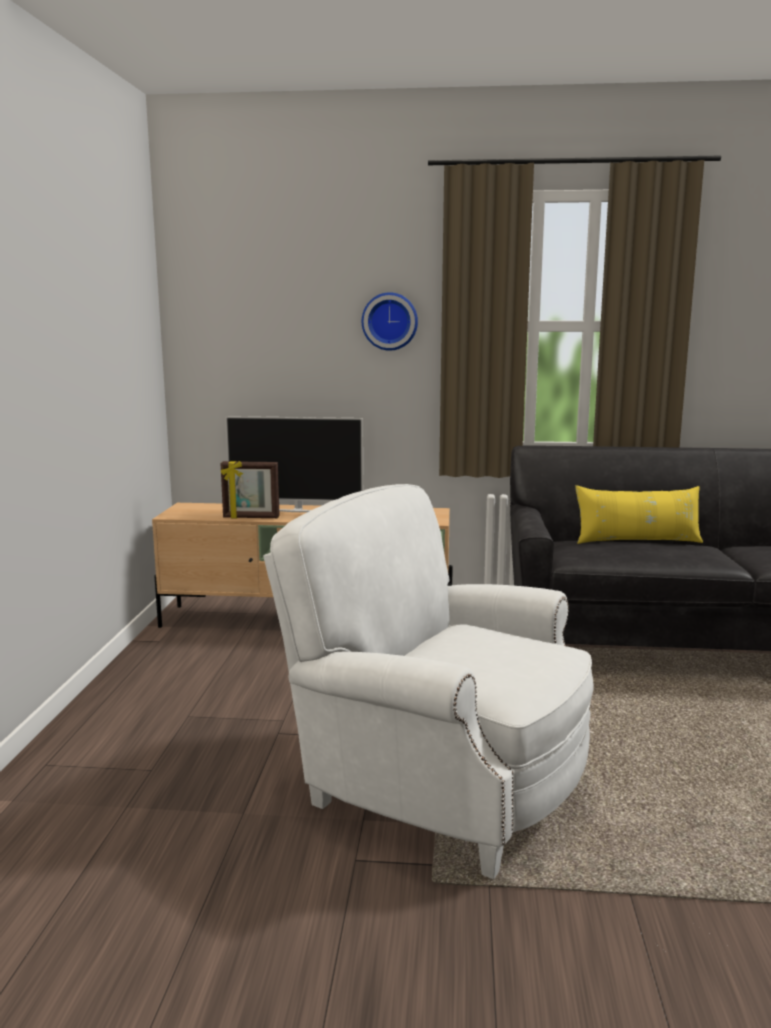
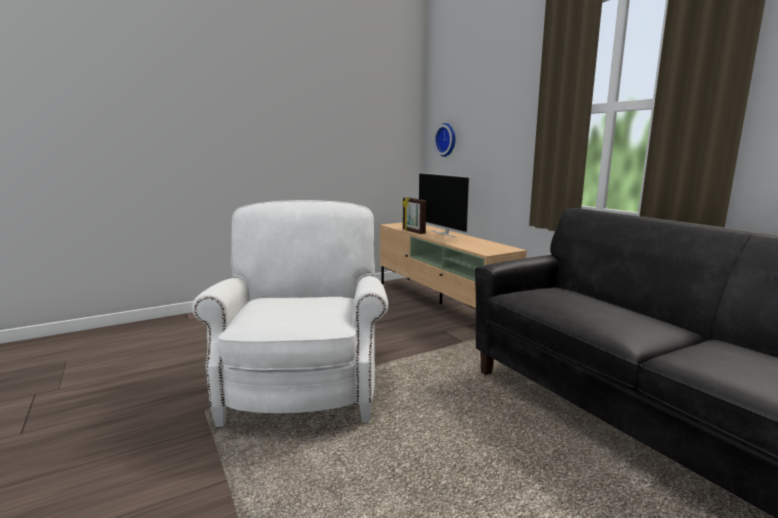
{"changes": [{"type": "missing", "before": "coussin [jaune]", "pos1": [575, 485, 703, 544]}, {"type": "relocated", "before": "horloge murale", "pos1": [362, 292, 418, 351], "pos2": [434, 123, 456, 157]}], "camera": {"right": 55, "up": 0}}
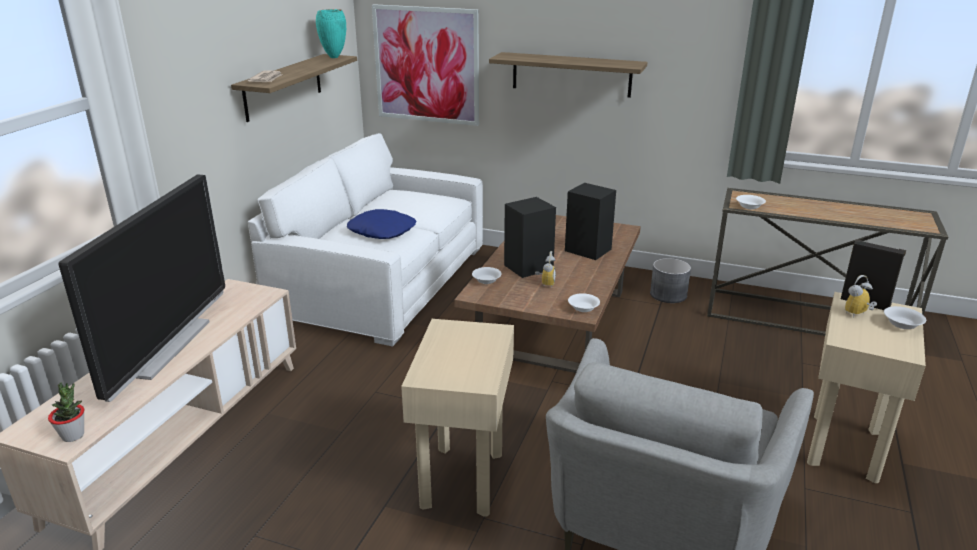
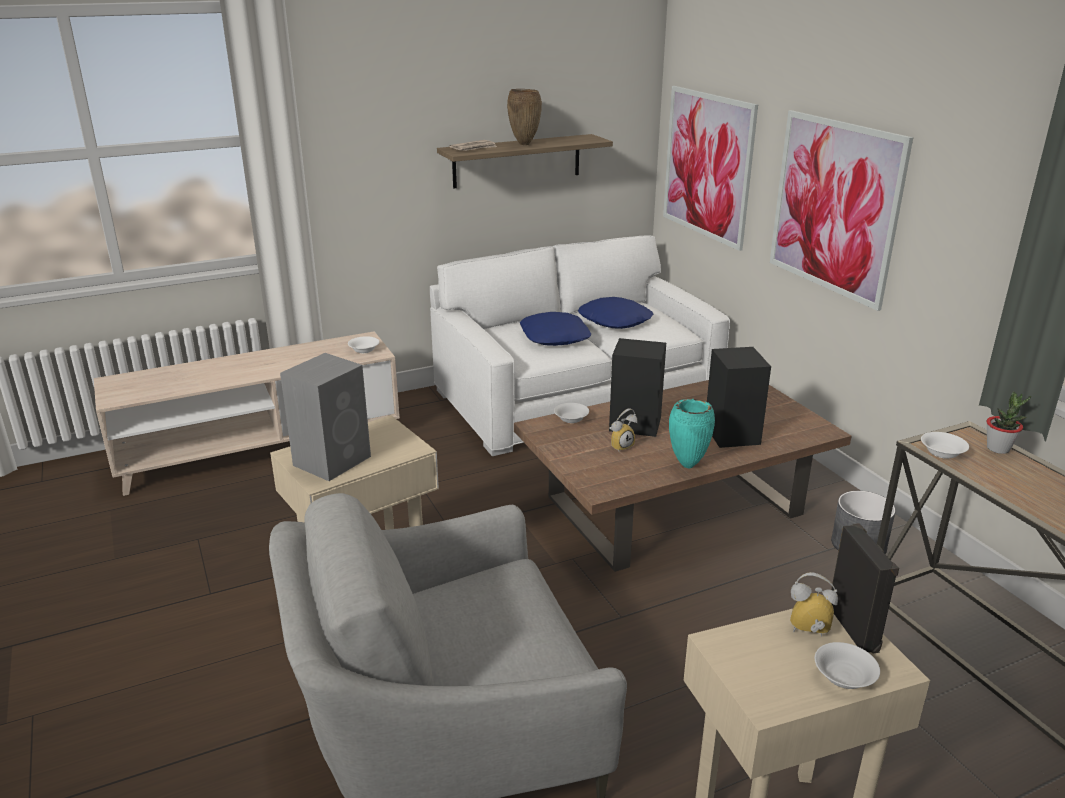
{"changes": [{"type": "missing", "before": "téléviseur", "pos1": [59, 175, 225, 402]}, {"type": "appeared", "after": "enceinte [gris]", "pos2": [280, 353, 371, 481]}, {"type": "appeared", "after": "vase [marron]", "pos2": [507, 89, 542, 145]}, {"type": "appeared", "after": "coussin [bleu]", "pos2": [578, 297, 653, 329]}, {"type": "relocated", "before": "plante en pot", "pos1": [48, 382, 84, 442], "pos2": [986, 391, 1031, 454]}, {"type": "relocated", "before": "vase [turquoise]", "pos1": [316, 9, 346, 58], "pos2": [669, 399, 715, 468]}, {"type": "relocated", "before": "bol [blanc]", "pos1": [568, 293, 600, 312], "pos2": [348, 336, 379, 353]}, {"type": "exchanged", "before": "étagère", "after": "tableau", "pos1": [489, 52, 647, 98], "pos2": [770, 110, 913, 311]}], "camera": {"right": 45, "up": 0}}
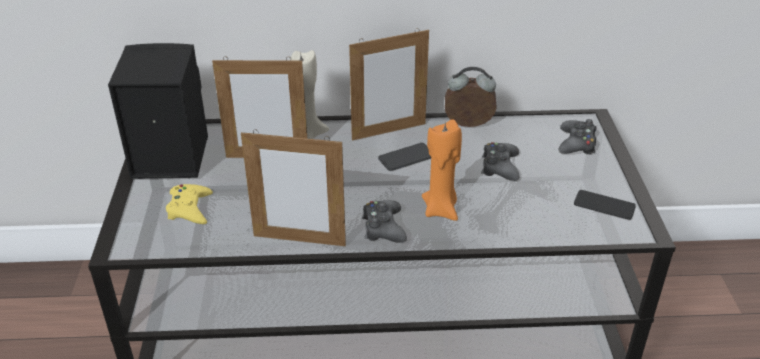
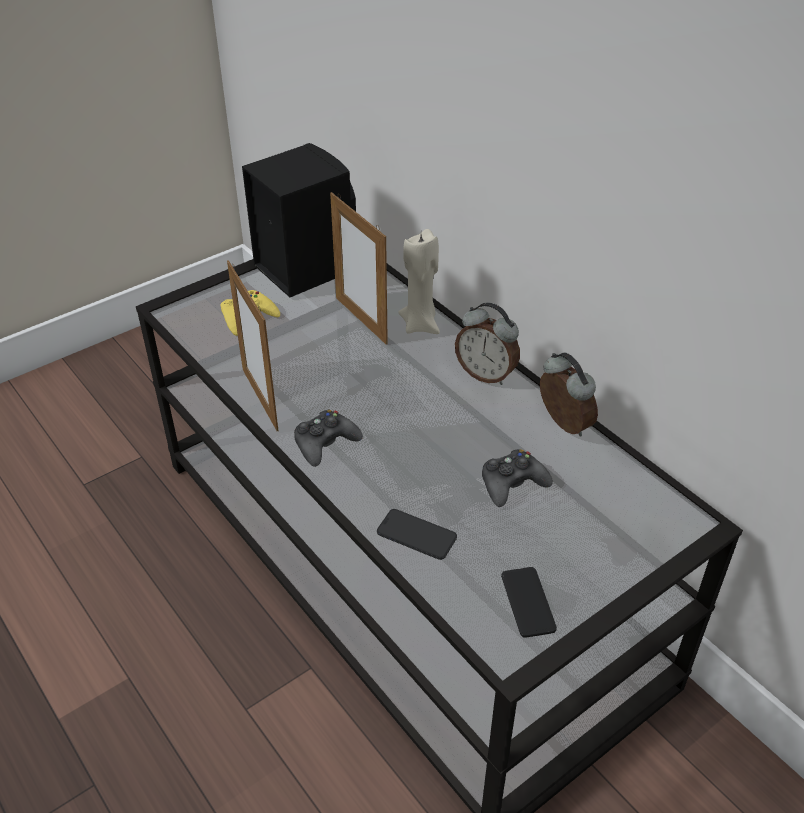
{"changes": [{"type": "missing", "before": "bougie [orange]", "pos1": [422, 119, 462, 221]}, {"type": "missing", "before": "manette [noir]", "pos1": [559, 119, 596, 154]}, {"type": "relocated", "before": "téléphone", "pos1": [378, 143, 431, 171], "pos2": [377, 509, 457, 560]}, {"type": "exchanged", "before": "cadre photo", "after": "réveil", "pos1": [349, 28, 429, 140], "pos2": [455, 302, 520, 385]}], "camera": {"right": 55, "up": 5}}
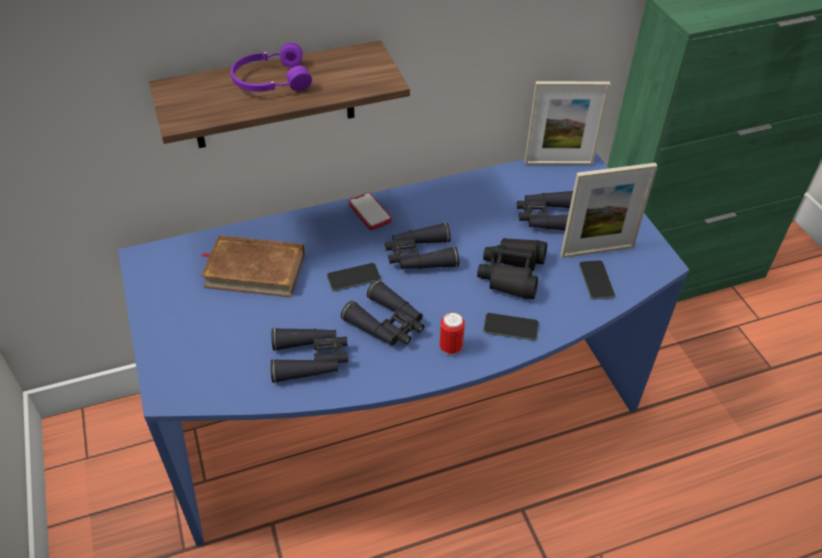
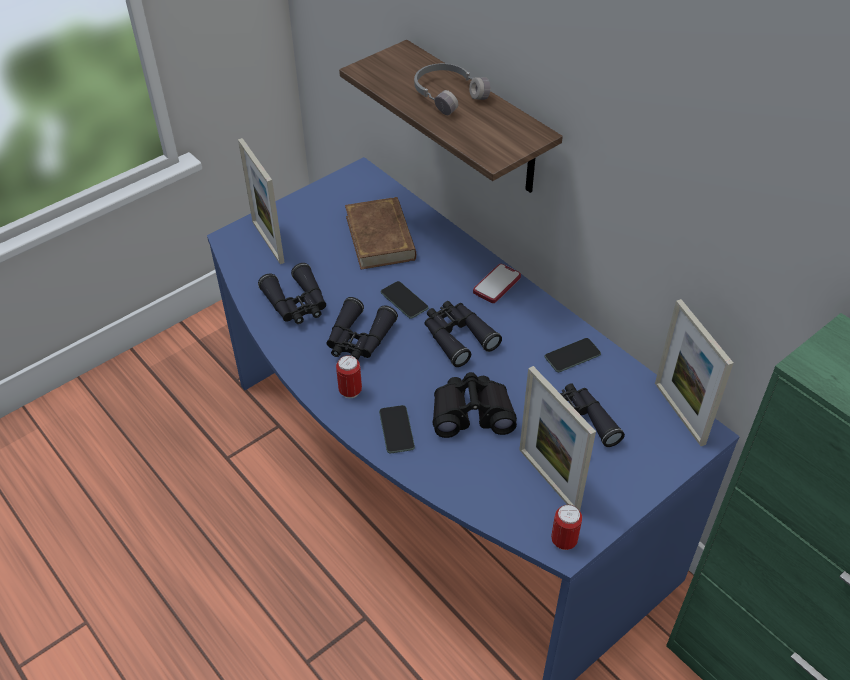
{"changes": [{"type": "appeared", "after": "cadre photo", "pos2": [238, 138, 285, 264]}, {"type": "appeared", "after": "boîte métallique", "pos2": [551, 504, 582, 550]}, {"type": "relocated", "before": "téléphone", "pos1": [579, 260, 615, 300], "pos2": [545, 338, 601, 372]}, {"type": "colour", "before": "casque audio [violet]", "after": "casque audio [gris]", "pos1": [231, 42, 312, 92], "pos2": [414, 63, 490, 115]}], "camera": {"right": 70, "up": 0}}
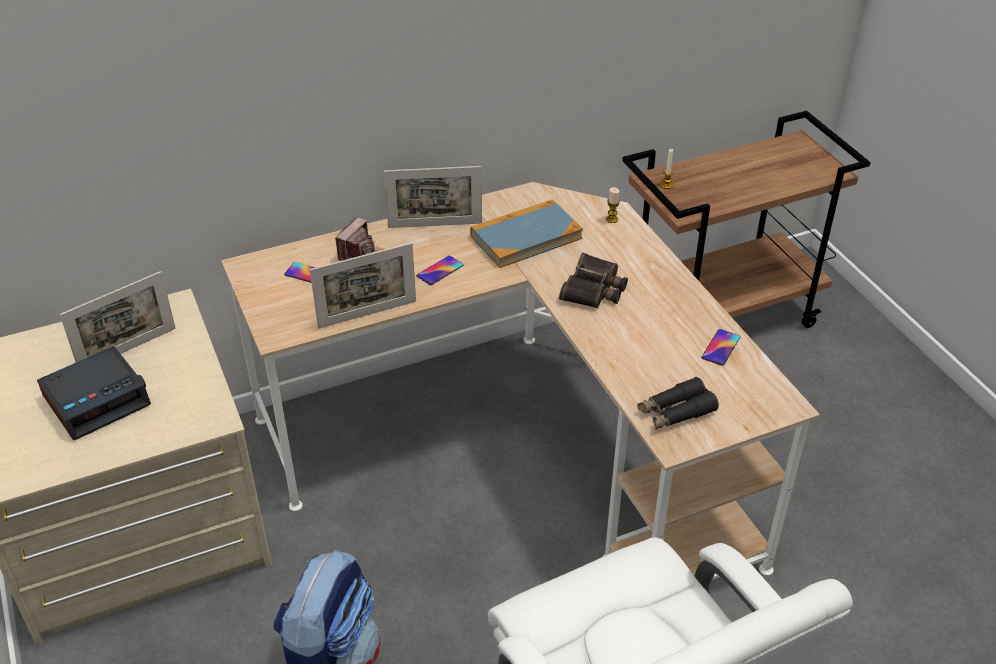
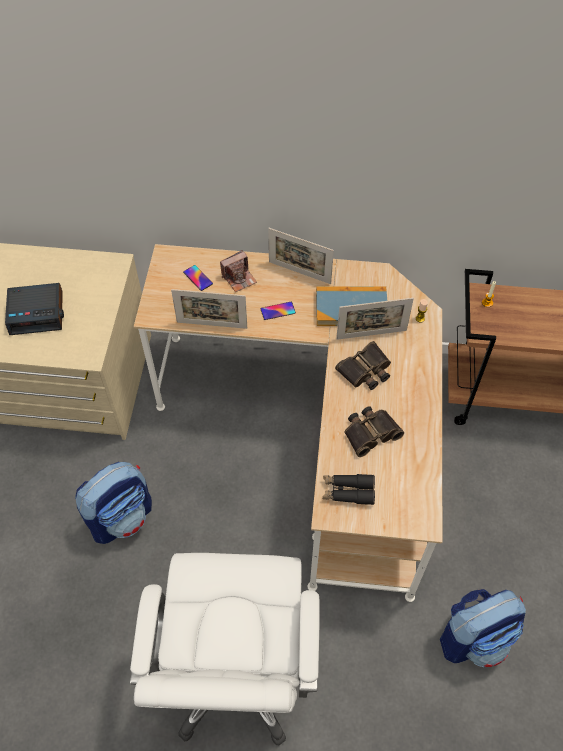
{"changes": [{"type": "missing", "before": "téléphone", "pos1": [701, 329, 740, 366]}, {"type": "appeared", "after": "jumelles", "pos2": [344, 406, 404, 457]}, {"type": "appeared", "after": "sac à dos", "pos2": [440, 589, 526, 667]}, {"type": "relocated", "before": "cadre photo", "pos1": [60, 271, 176, 362], "pos2": [336, 298, 414, 340]}], "camera": {"right": 30, "up": 15}}
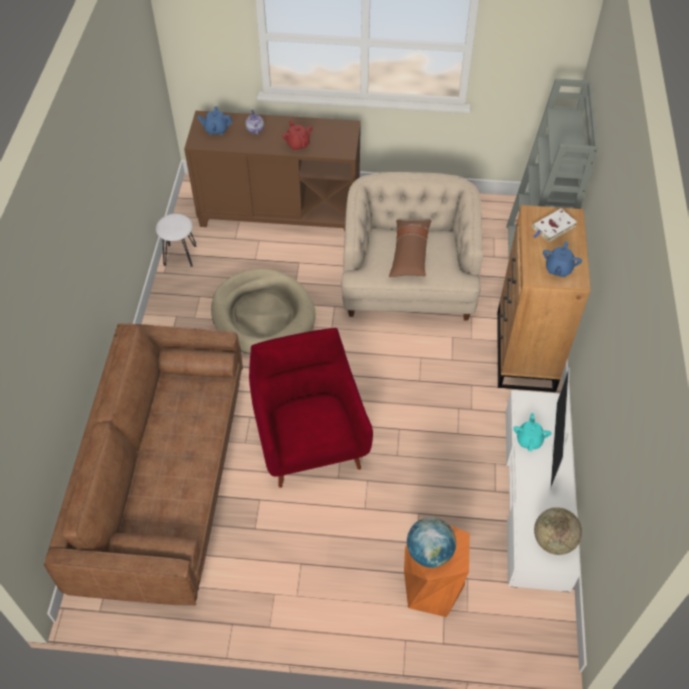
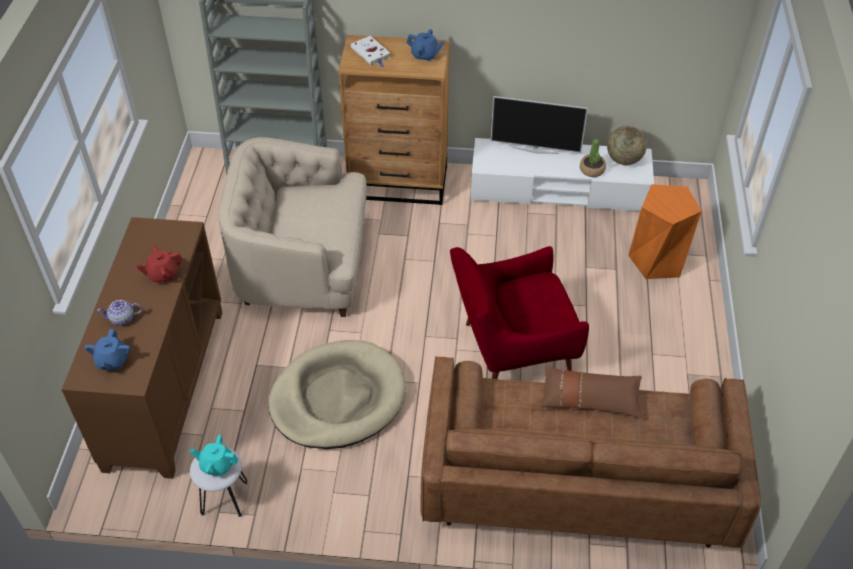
{"changes": [{"type": "missing", "before": "globe", "pos1": [407, 517, 456, 568]}, {"type": "appeared", "after": "plante en pot", "pos2": [580, 139, 606, 177]}, {"type": "relocated", "before": "coussin [marron]", "pos1": [389, 220, 431, 277], "pos2": [540, 366, 642, 418]}, {"type": "relocated", "before": "théière [turquoise]", "pos1": [513, 413, 551, 451], "pos2": [190, 434, 238, 475]}], "camera": {"right": -90, "up": -5}}
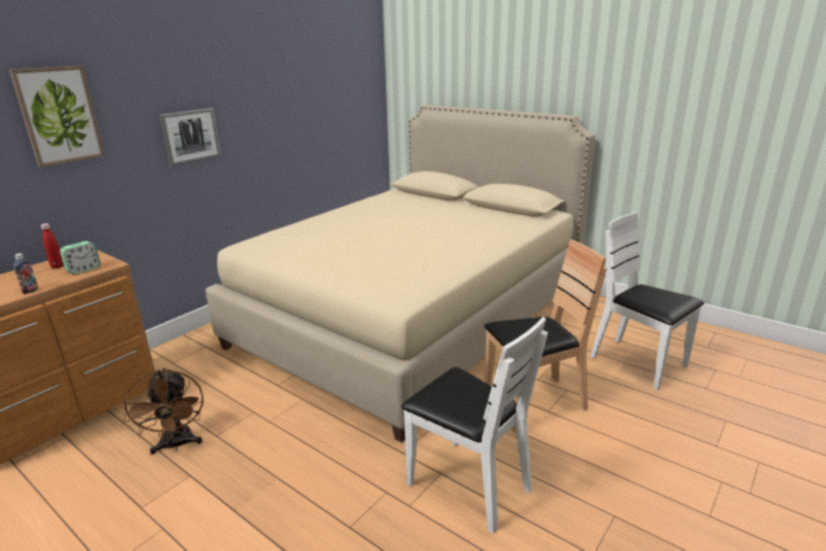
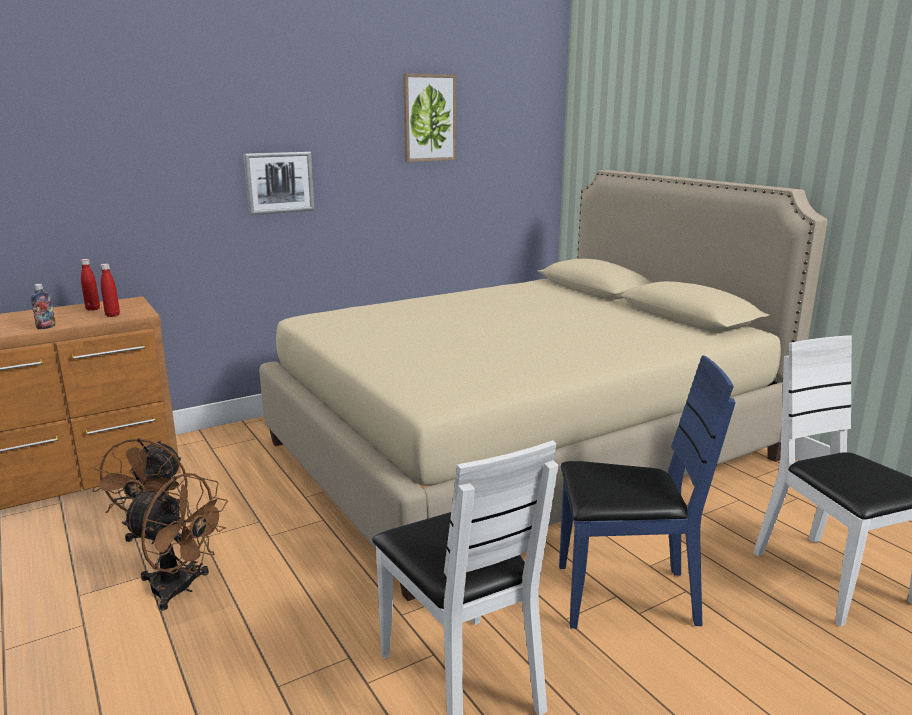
{"changes": [{"type": "appeared", "after": "ventilateur [marron]", "pos2": [122, 473, 228, 611]}, {"type": "relocated", "before": "tableau", "pos1": [9, 66, 105, 167], "pos2": [403, 73, 457, 162]}, {"type": "exchanged", "before": "réveil", "after": "bouteille [rouge]", "pos1": [60, 241, 101, 274], "pos2": [100, 264, 120, 317]}, {"type": "colour", "before": "chaise [marron]", "after": "chaise [bleu]", "pos1": [484, 239, 607, 432], "pos2": [559, 355, 736, 629]}], "camera": {"right": 20, "up": -5}}
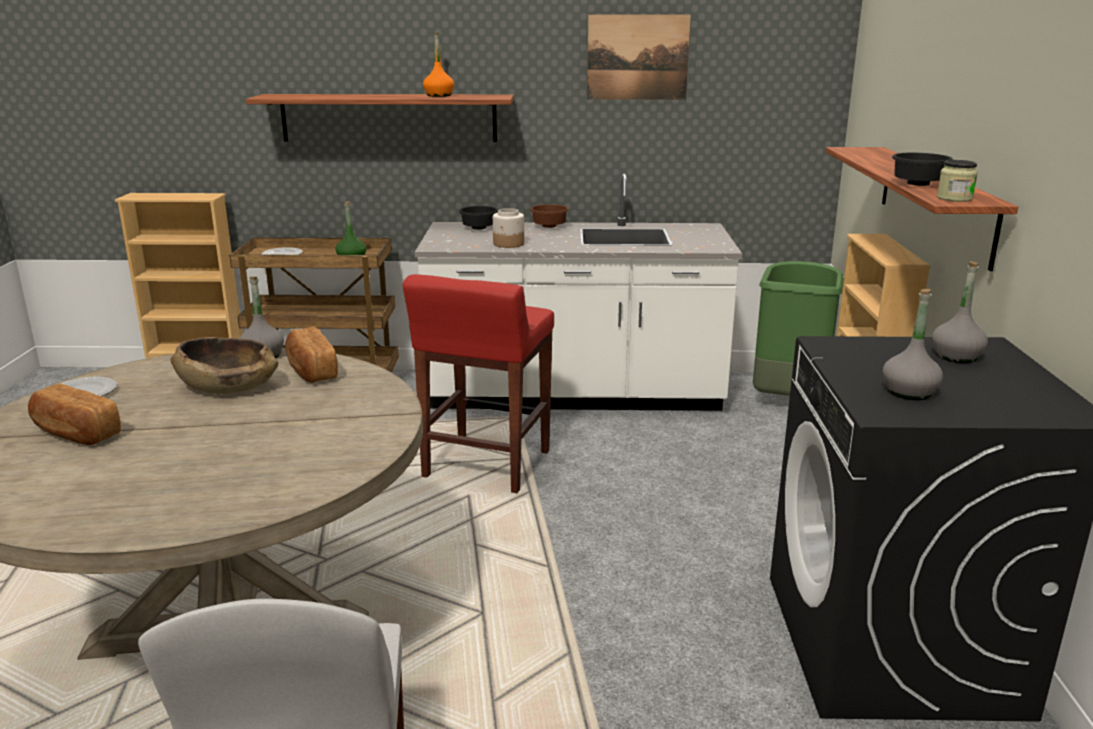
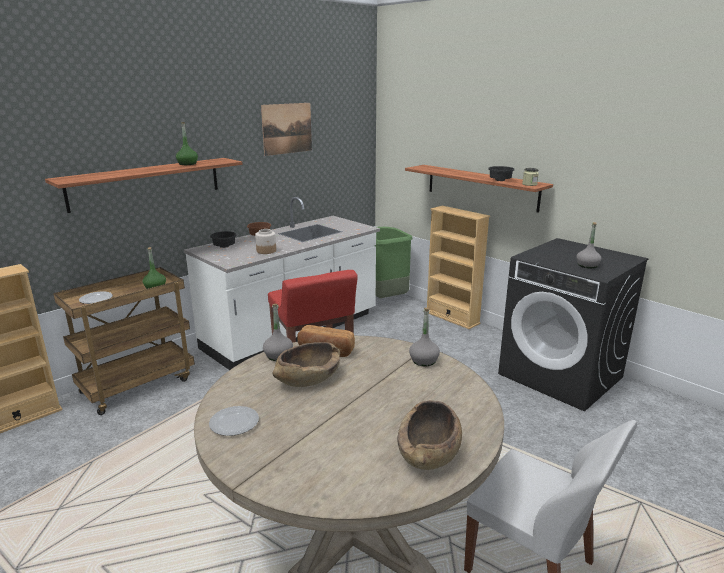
{"changes": [{"type": "missing", "before": "pain", "pos1": [28, 384, 121, 445]}, {"type": "appeared", "after": "bol [marron]", "pos2": [397, 400, 462, 470]}, {"type": "relocated", "before": "bouteille [gris]", "pos1": [932, 261, 988, 363], "pos2": [409, 308, 440, 367]}, {"type": "colour", "before": "bouteille [orange]", "after": "bouteille [vert]", "pos1": [423, 33, 454, 97], "pos2": [176, 122, 198, 165]}], "camera": {"right": -45, "up": 0}}
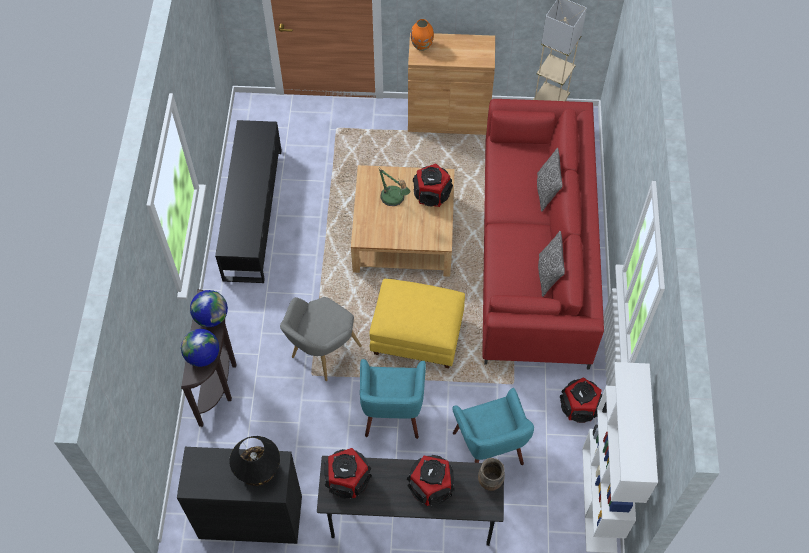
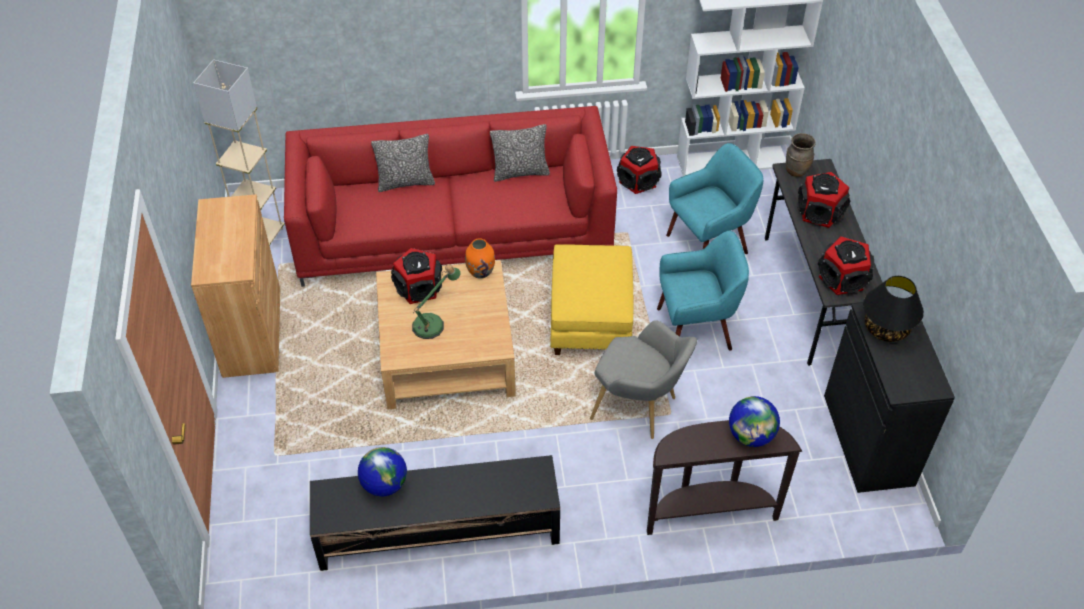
{"changes": [{"type": "relocated", "before": "globe", "pos1": [190, 290, 228, 327], "pos2": [358, 447, 407, 496]}, {"type": "relocated", "before": "vase [orange]", "pos1": [411, 19, 434, 51], "pos2": [465, 238, 495, 279]}], "camera": {"right": -100, "up": -10}}
